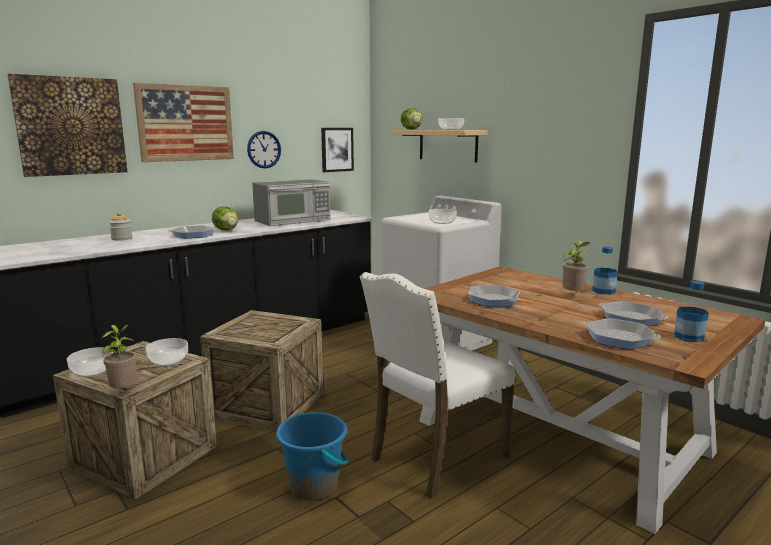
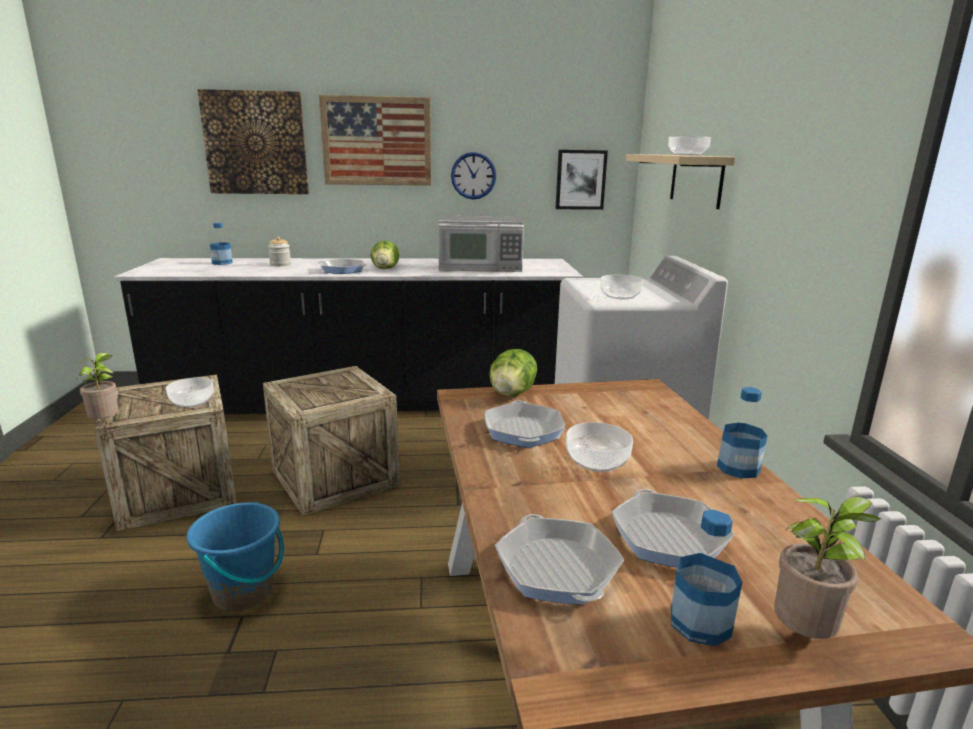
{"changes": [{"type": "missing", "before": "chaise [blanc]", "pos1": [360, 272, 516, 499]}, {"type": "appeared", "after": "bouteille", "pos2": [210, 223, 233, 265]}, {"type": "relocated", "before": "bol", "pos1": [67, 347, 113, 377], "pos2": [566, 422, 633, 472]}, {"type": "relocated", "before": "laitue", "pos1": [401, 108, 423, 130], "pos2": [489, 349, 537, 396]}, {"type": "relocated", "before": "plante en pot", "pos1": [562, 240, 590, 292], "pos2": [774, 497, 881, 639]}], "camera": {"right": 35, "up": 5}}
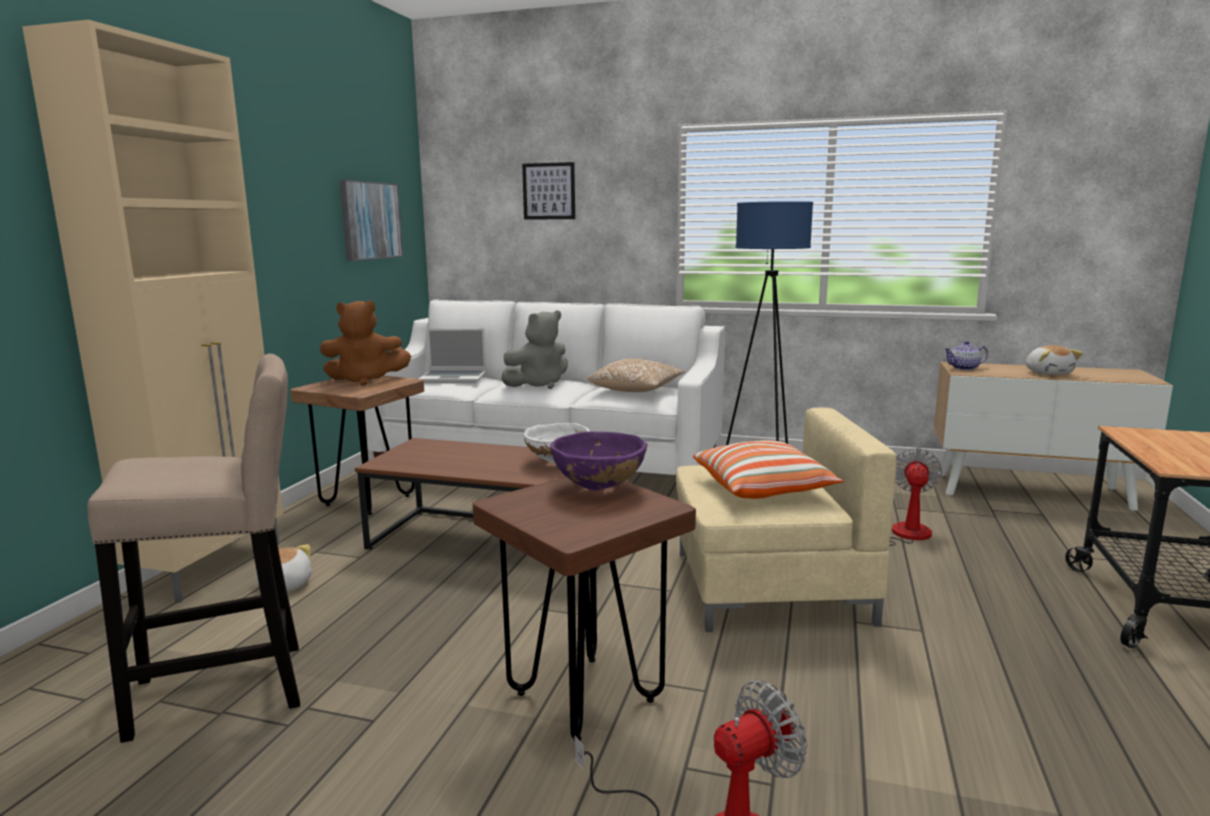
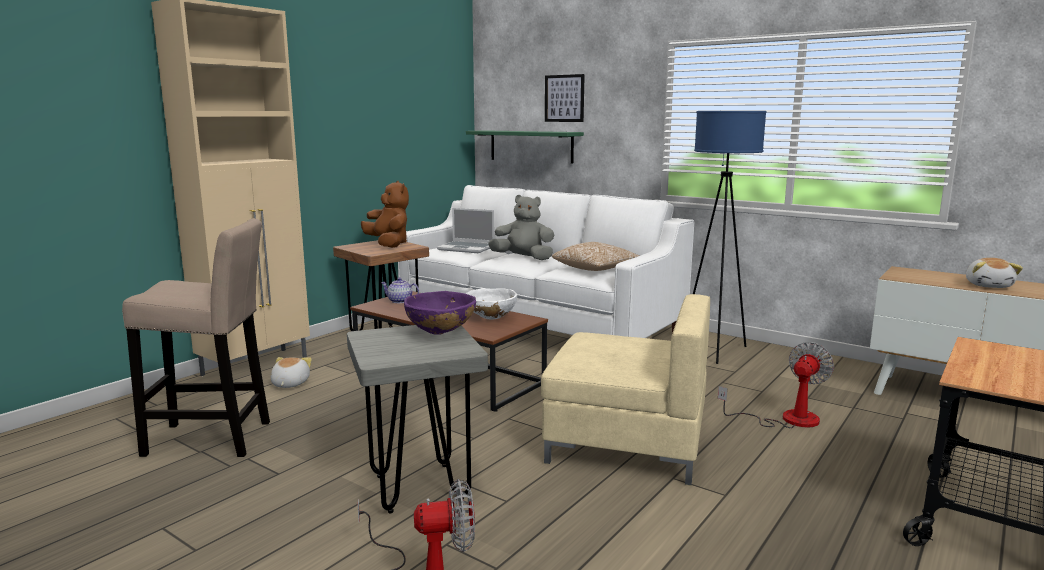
{"changes": [{"type": "missing", "before": "tableau", "pos1": [339, 180, 403, 261]}, {"type": "missing", "before": "coussin", "pos1": [693, 440, 843, 499]}, {"type": "appeared", "after": "étagère [vert]", "pos2": [466, 130, 584, 164]}, {"type": "relocated", "before": "théière", "pos1": [944, 341, 988, 370], "pos2": [381, 278, 419, 303]}, {"type": "colour", "before": "tabouret [marron]", "after": "tabouret [gris]", "pos1": [473, 477, 696, 742], "pos2": [347, 325, 488, 514]}, {"type": "spun", "before": "peluche [marron]", "pos1": [320, 300, 411, 386], "pos2": [361, 181, 409, 248], "turn": -135}, {"type": "spun", "before": "peluche [gris]", "pos1": [501, 310, 568, 389], "pos2": [488, 195, 554, 260], "turn": -150}], "camera": {"right": 20, "up": 0}}
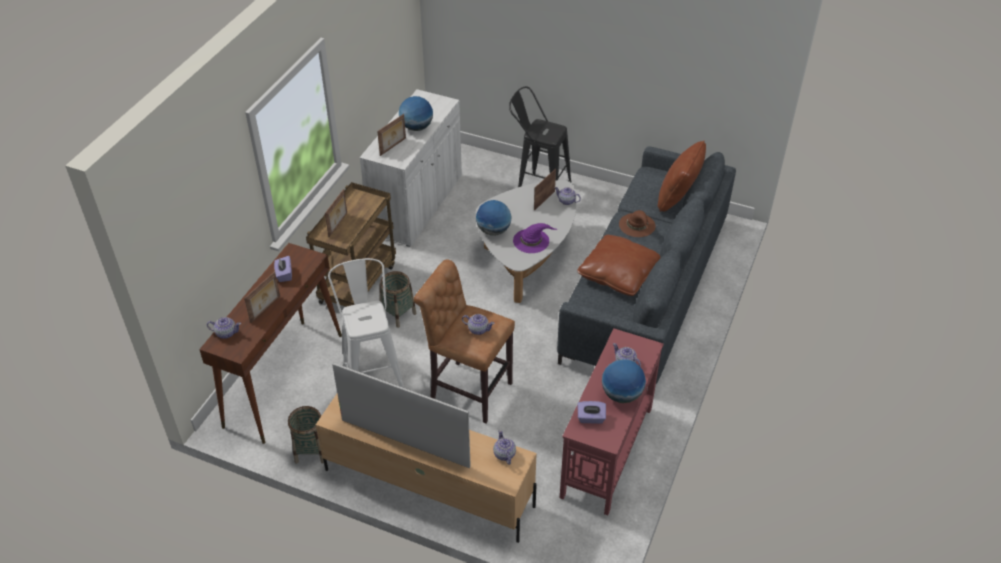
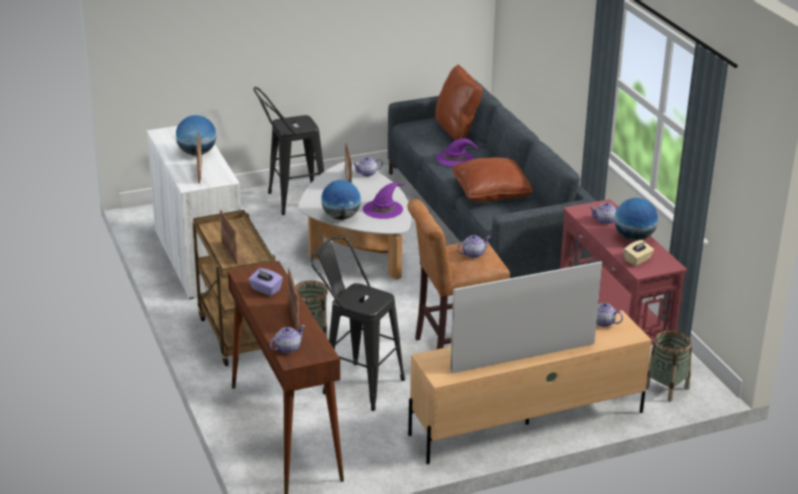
{"changes": [{"type": "relocated", "before": "panier", "pos1": [288, 406, 324, 464], "pos2": [646, 330, 692, 402]}, {"type": "colour", "before": "tabouret [blanc]", "after": "tabouret [noir]", "pos1": [328, 258, 404, 388], "pos2": [311, 236, 405, 411]}, {"type": "colour", "before": "boîte à mouchoirs [violet]", "after": "boîte à mouchoirs [beige]", "pos1": [578, 401, 606, 424], "pos2": [624, 240, 654, 266]}, {"type": "colour", "before": "chapeau [marron]", "after": "chapeau [violet]", "pos1": [619, 210, 656, 237], "pos2": [436, 138, 480, 167]}], "camera": {"right": -45, "up": -15}}
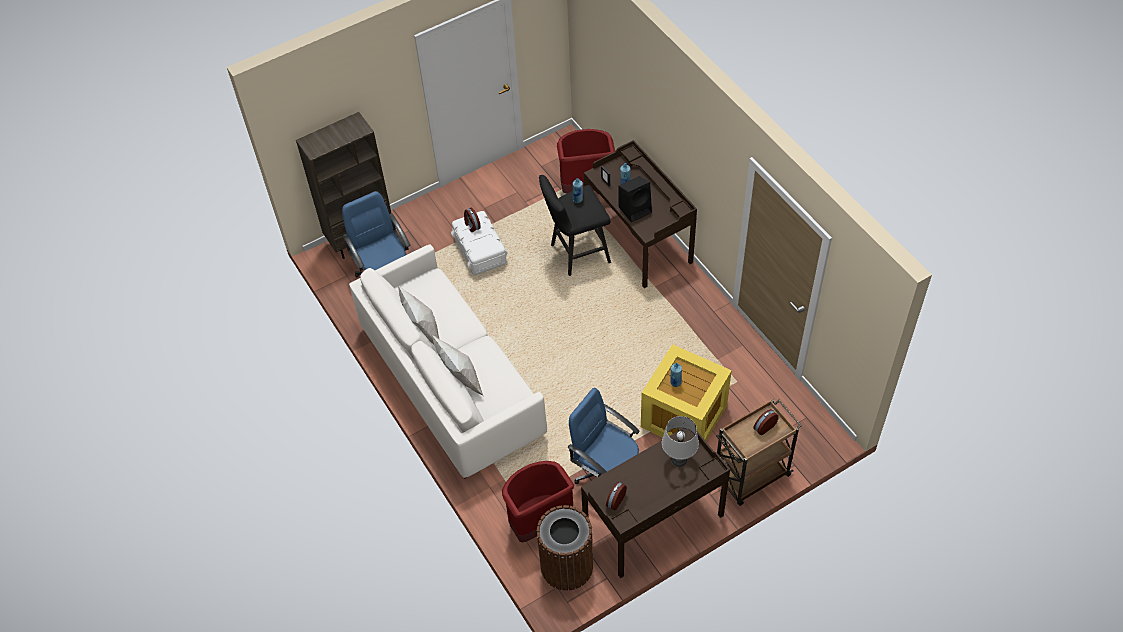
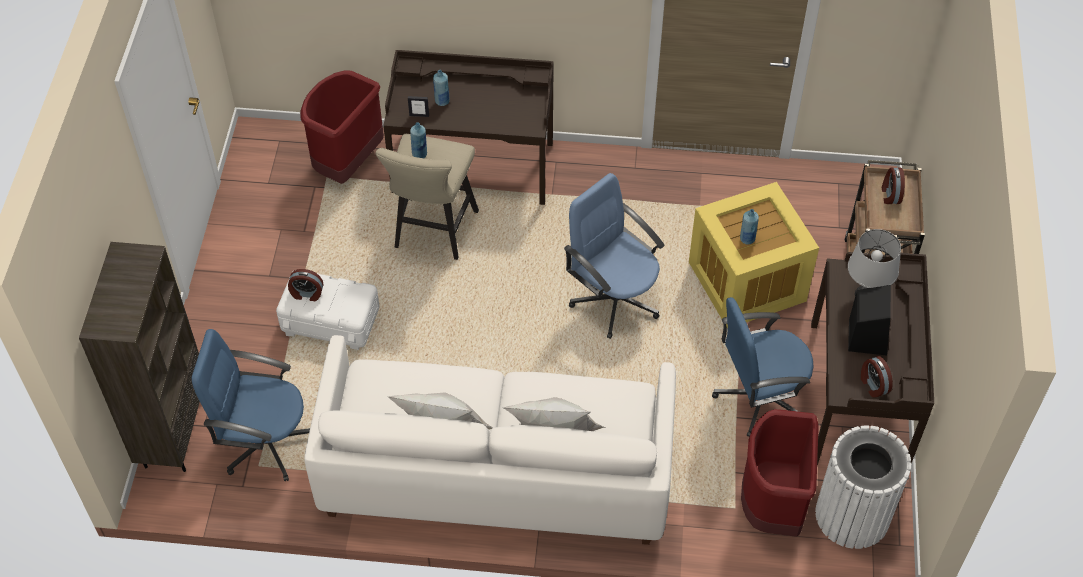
{"changes": [{"type": "appeared", "after": "chaise de bureau [bleu]", "pos2": [564, 173, 665, 339]}, {"type": "relocated", "before": "enceinte [noir]", "pos1": [618, 176, 652, 222], "pos2": [848, 285, 891, 355]}, {"type": "colour", "before": "poubelle [marron]", "after": "poubelle [blanc]", "pos1": [536, 505, 593, 591], "pos2": [815, 425, 911, 549]}, {"type": "colour", "before": "tabouret [noir]", "after": "tabouret [beige]", "pos1": [539, 175, 611, 276], "pos2": [375, 134, 479, 260]}], "camera": {"right": -55, "up": 0}}
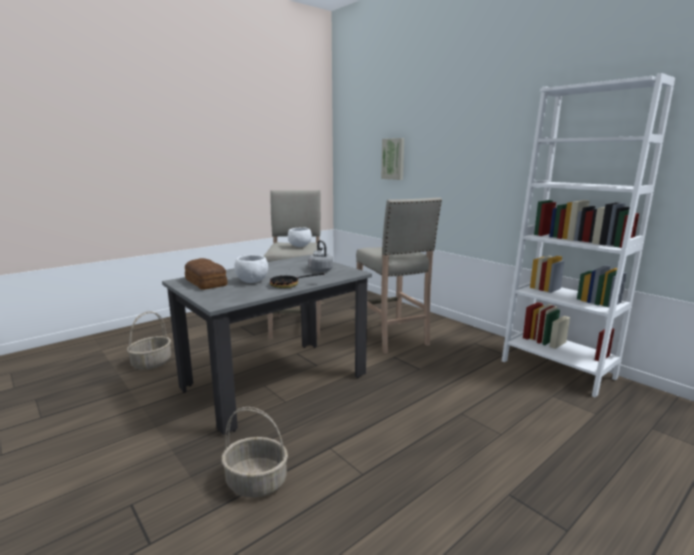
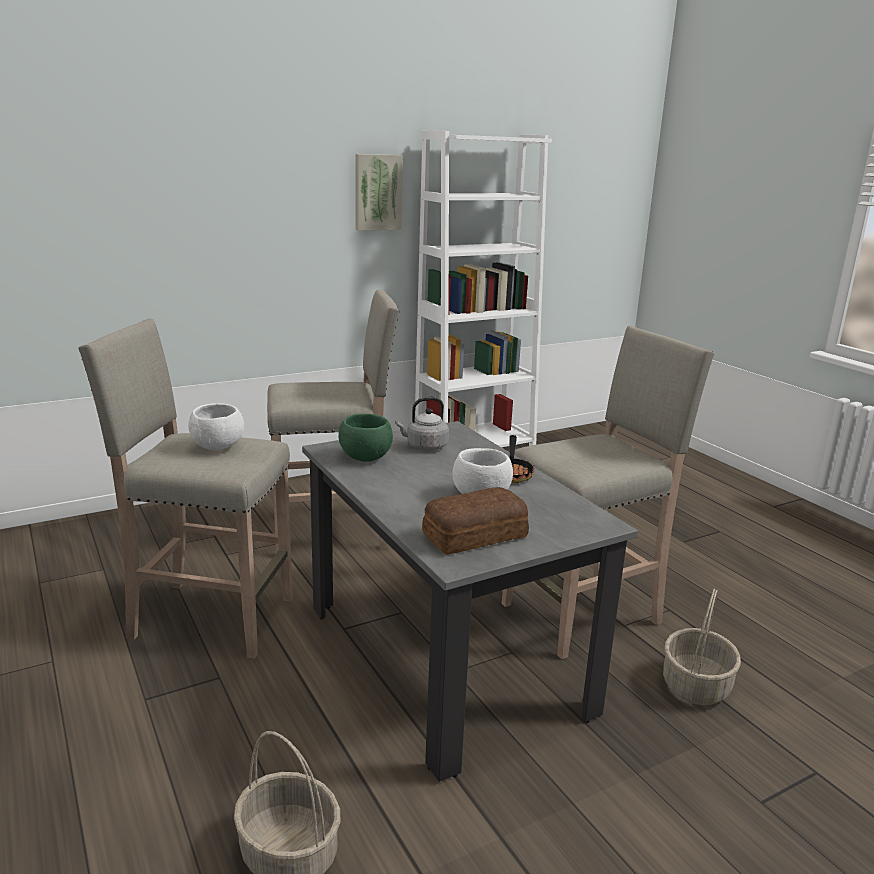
{"changes": [{"type": "appeared", "after": "bol [vert]", "pos2": [338, 414, 393, 462]}, {"type": "appeared", "after": "tabouret [beige]", "pos2": [502, 326, 714, 659]}, {"type": "relocated", "before": "tableau", "pos1": [381, 138, 404, 180], "pos2": [355, 154, 403, 231]}], "camera": {"right": -80, "up": 5}}
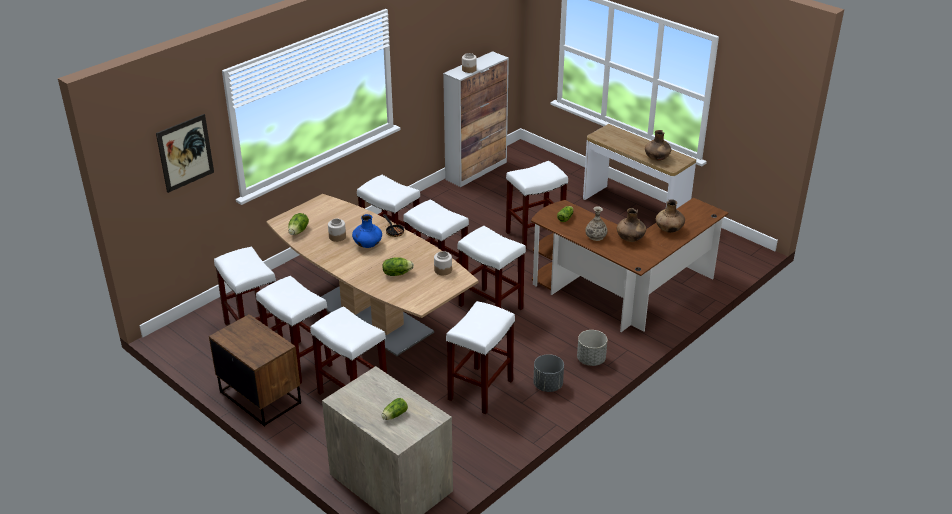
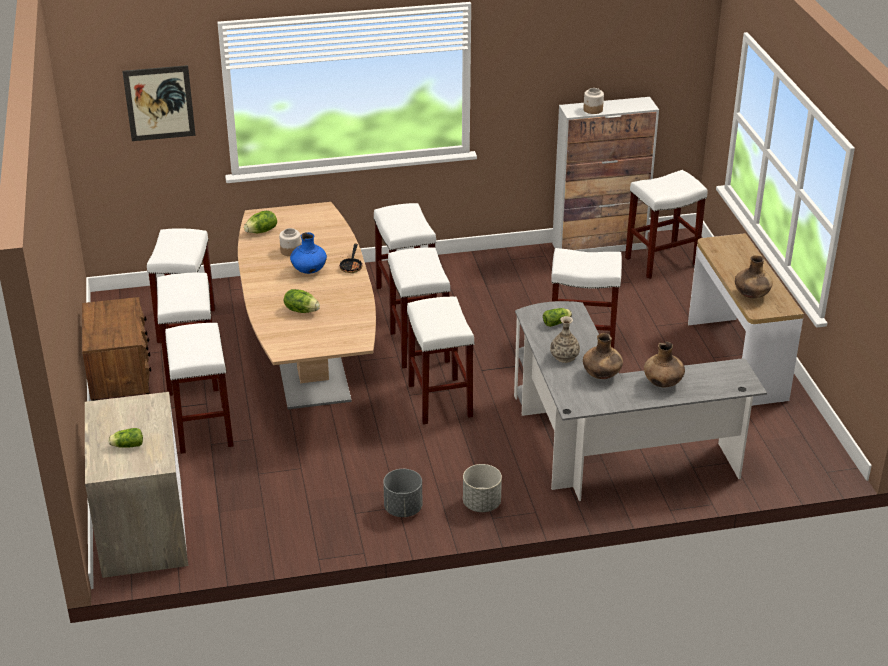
{"changes": [{"type": "missing", "before": "bocal", "pos1": [434, 251, 452, 275]}, {"type": "relocated", "before": "tabouret [blanc]", "pos1": [446, 301, 515, 414], "pos2": [625, 170, 707, 279]}, {"type": "colour", "before": "bureau [marron]", "after": "bureau [gris]", "pos1": [531, 198, 729, 332], "pos2": [514, 301, 767, 501]}], "camera": {"right": 35, "up": 0}}
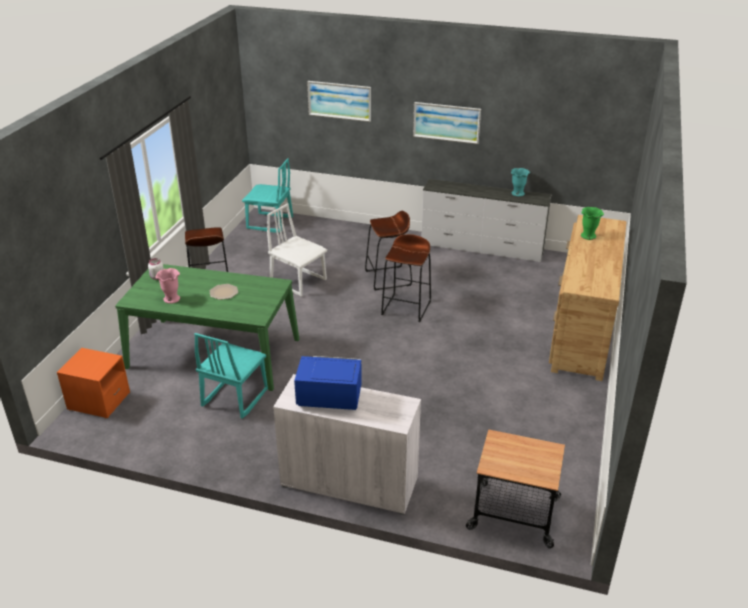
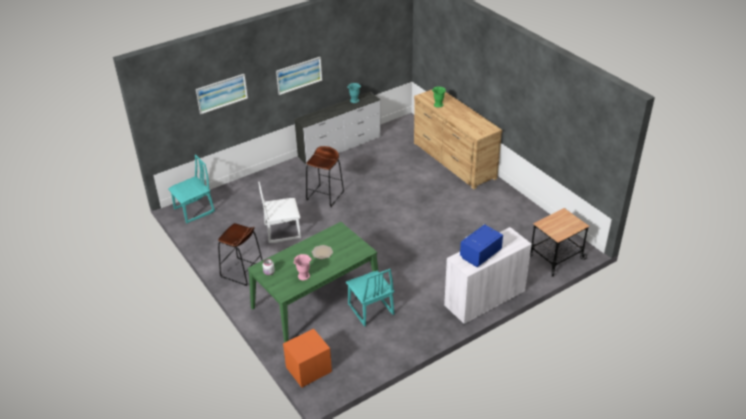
{"changes": [{"type": "missing", "before": "tabouret [marron]", "pos1": [381, 234, 431, 322]}], "camera": {"right": -50, "up": 5}}
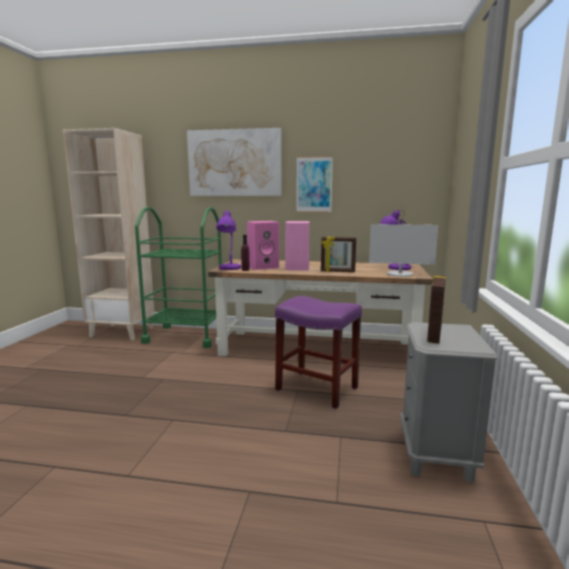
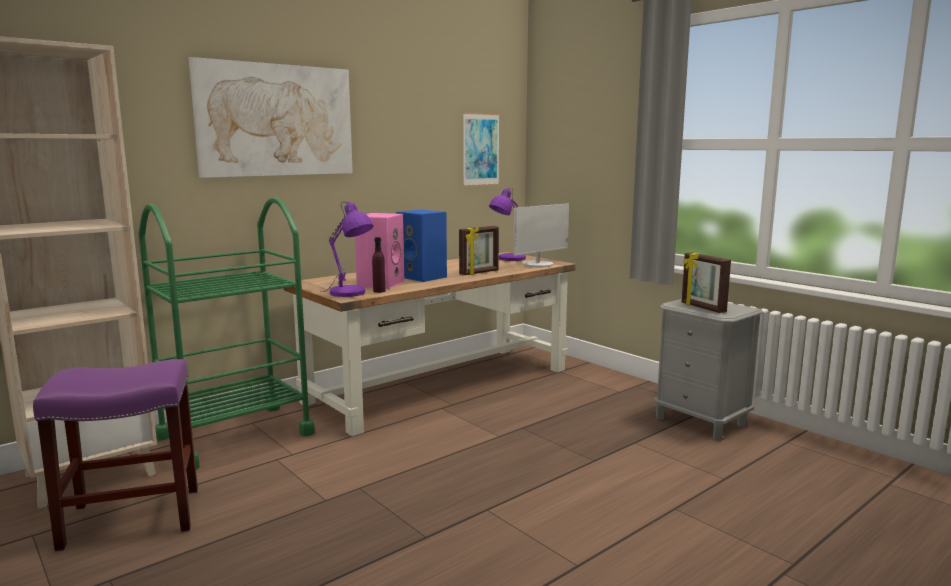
{"changes": [{"type": "relocated", "before": "tabouret [violet]", "pos1": [275, 296, 362, 409], "pos2": [33, 359, 198, 552]}, {"type": "relocated", "before": "tableau", "pos1": [296, 156, 333, 212], "pos2": [463, 112, 500, 187]}, {"type": "colour", "before": "enceinte [rose]", "after": "enceinte [bleu]", "pos1": [285, 221, 310, 271], "pos2": [396, 210, 447, 282]}], "camera": {"right": -50, "up": 0}}
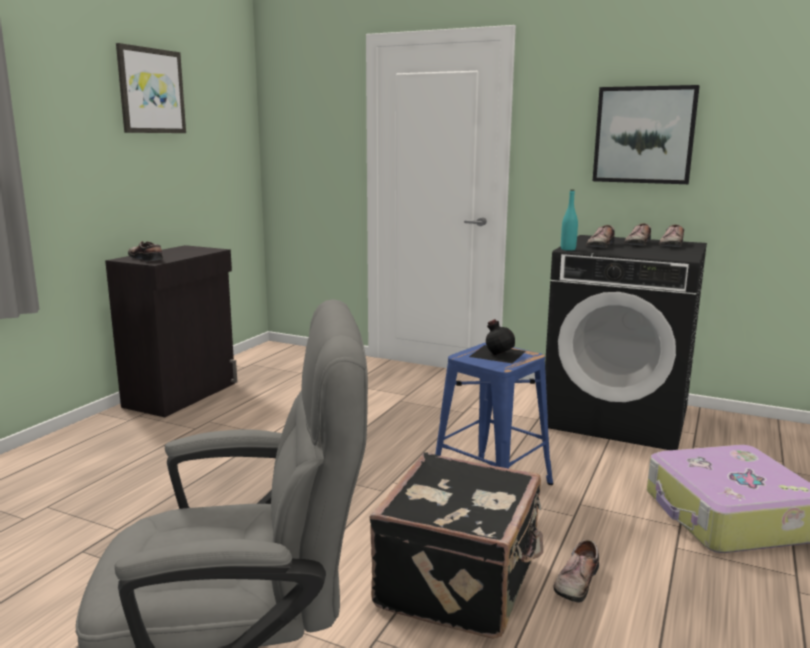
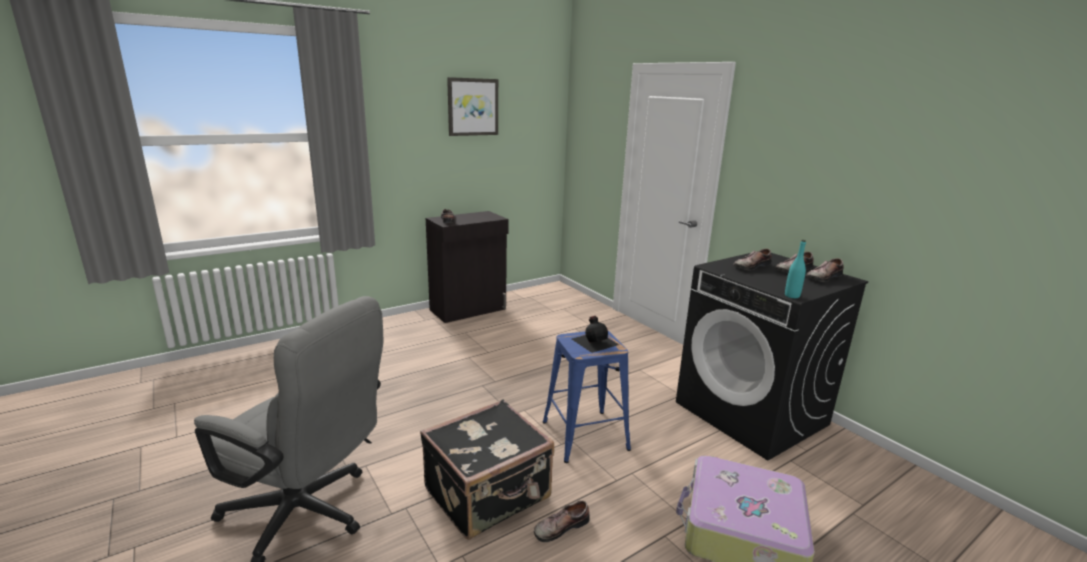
{"changes": [{"type": "missing", "before": "tableau", "pos1": [593, 85, 700, 184]}, {"type": "relocated", "before": "bouteille [turquoise]", "pos1": [561, 189, 578, 251], "pos2": [785, 240, 806, 298]}], "camera": {"right": 30, "up": 5}}
